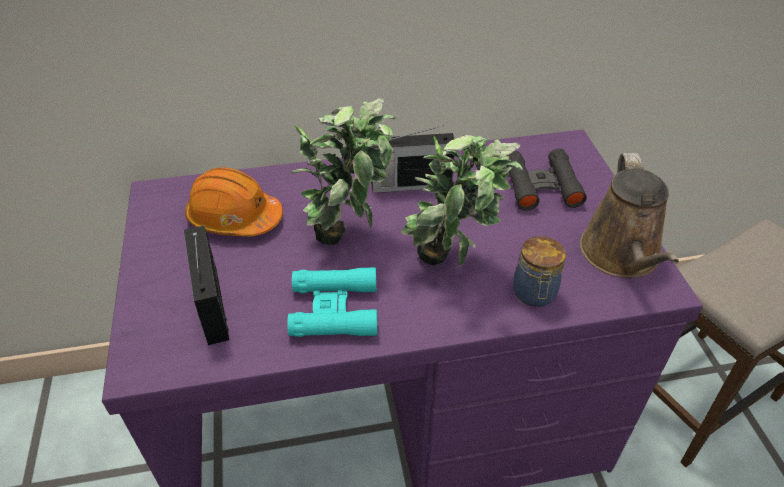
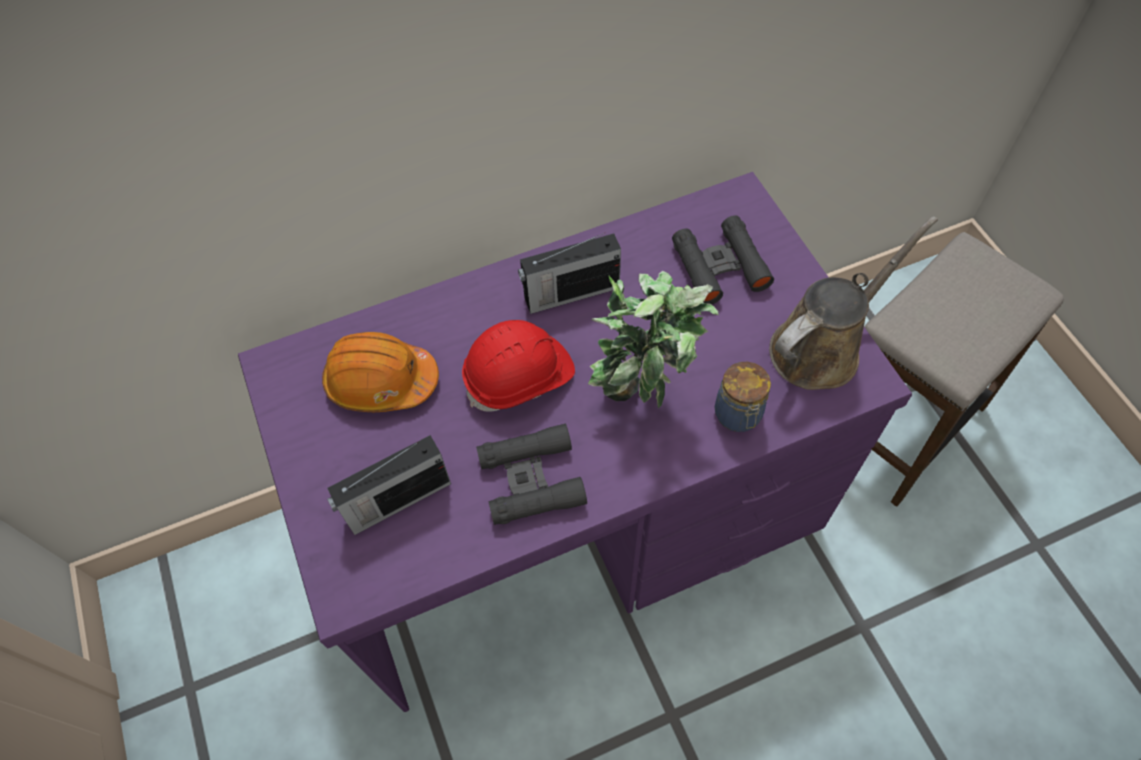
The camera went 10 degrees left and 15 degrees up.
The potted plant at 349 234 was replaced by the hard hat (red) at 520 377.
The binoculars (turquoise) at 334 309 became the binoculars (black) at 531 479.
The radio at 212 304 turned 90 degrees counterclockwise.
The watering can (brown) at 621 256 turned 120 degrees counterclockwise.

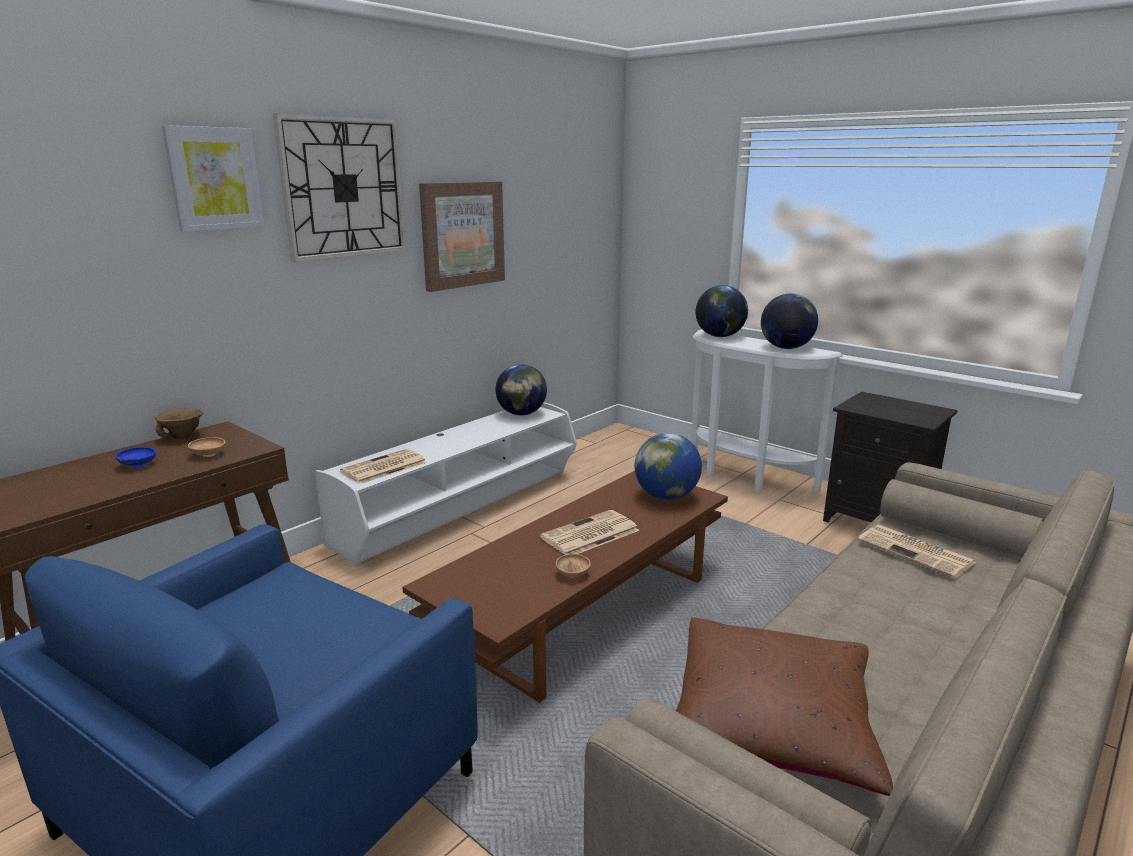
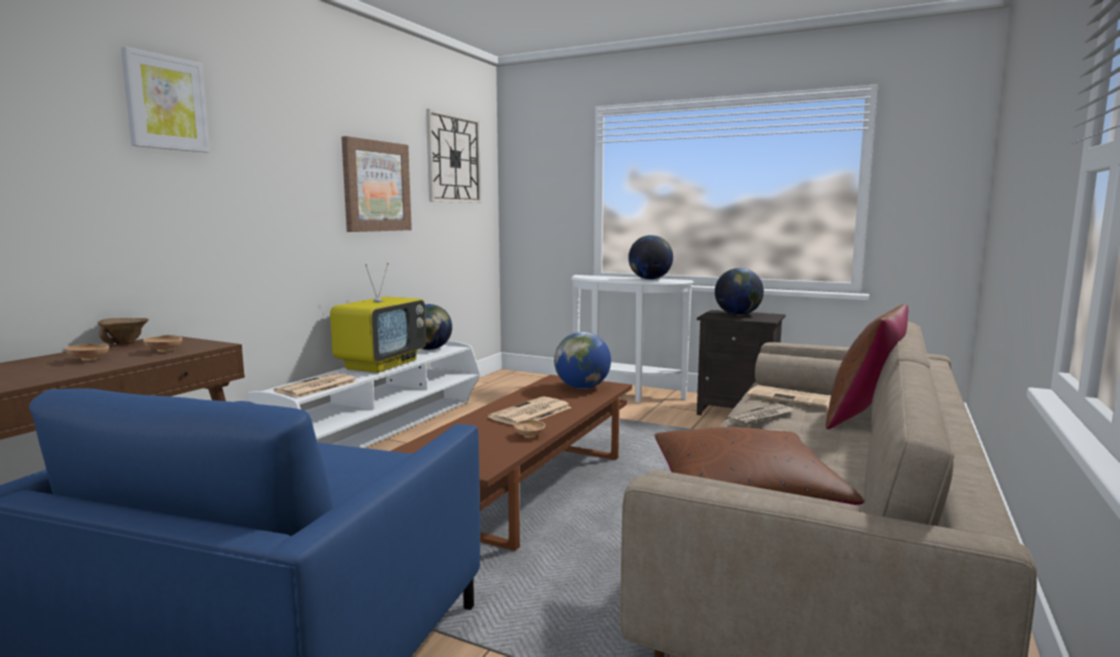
The camera went 15 degrees left and 10 degrees down.
The television at 381 364 appeared.
The newspaper at 761 417 appeared.
The pillow (brown) at 863 417 appeared.
The wall clock moved from 344 188 to 454 159.
The globe moved from 720 336 to 738 314.
The bowl (blue) at 138 465 became the bowl (brown) at 89 359.

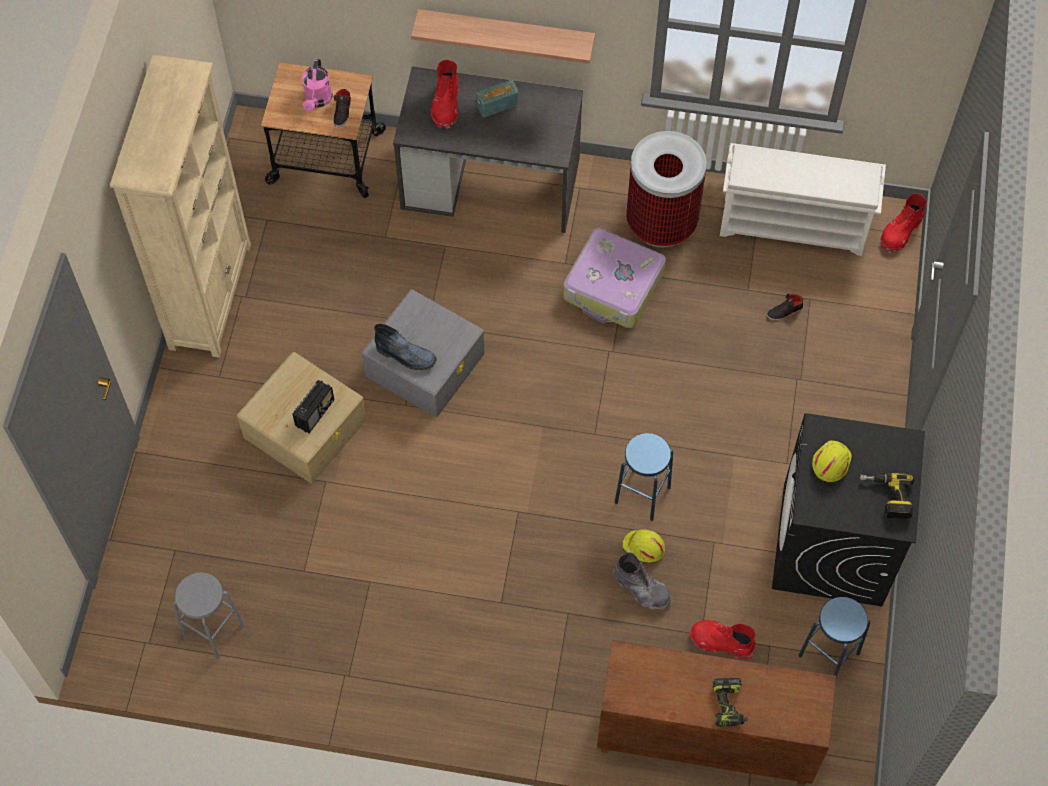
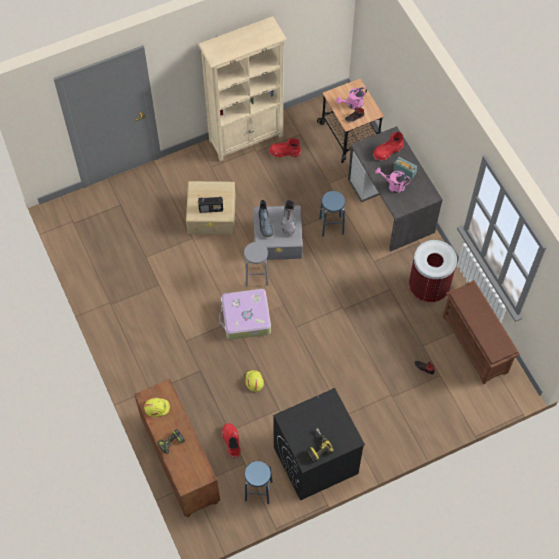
The camera went 55 degrees right and 0 degrees up.
The shelf at 506 33 disappeared.
The watering can (pink) at 393 185 appeared.
The stool (grey) moved from 214 631 to 256 276.
The suitcase moved from 613 287 to 245 318.
The boot (grey) moved from 642 589 to 288 223.
The stool (blue) moved from 642 495 to 331 226.
The hard hat (yellow) moved from 830 462 to 157 407.
The boot (red) moved from 900 232 to 284 152.
The shoe rack (white) at 794 224 became the shoe rack (brown) at 476 344.

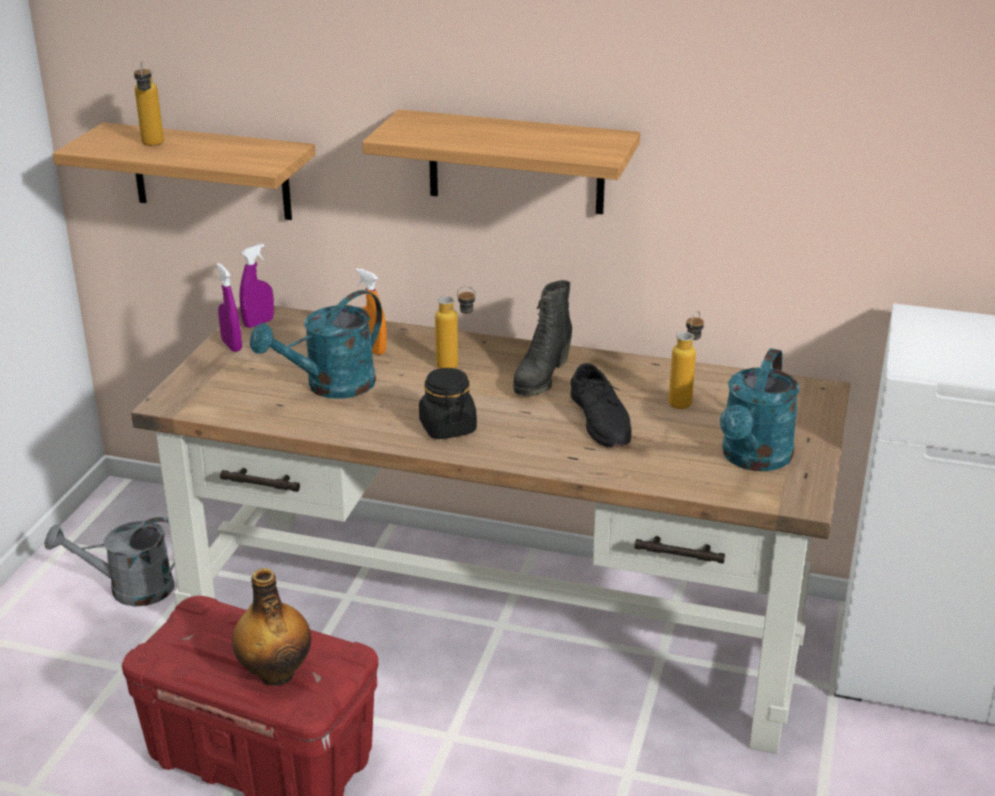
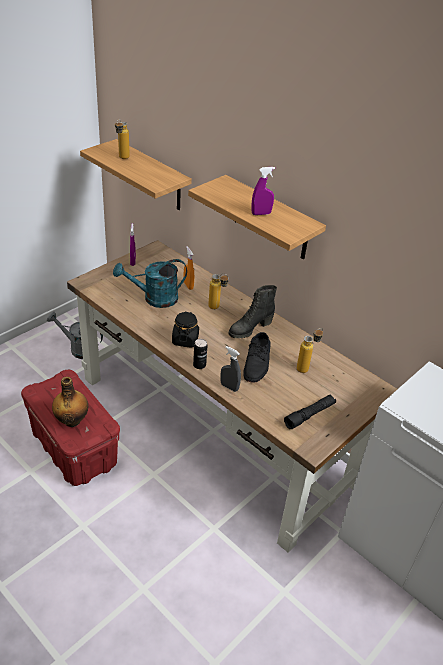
The camera went 25 degrees right and 10 degrees up.
The can at 199 365 appeared.
The spray bottle (grey) at 229 387 appeared.
The spray bottle (purple) moved from 259 323 to 261 214.
The watering can (turquoise) at 753 459 was replaced by the flashlight (black) at 309 415.

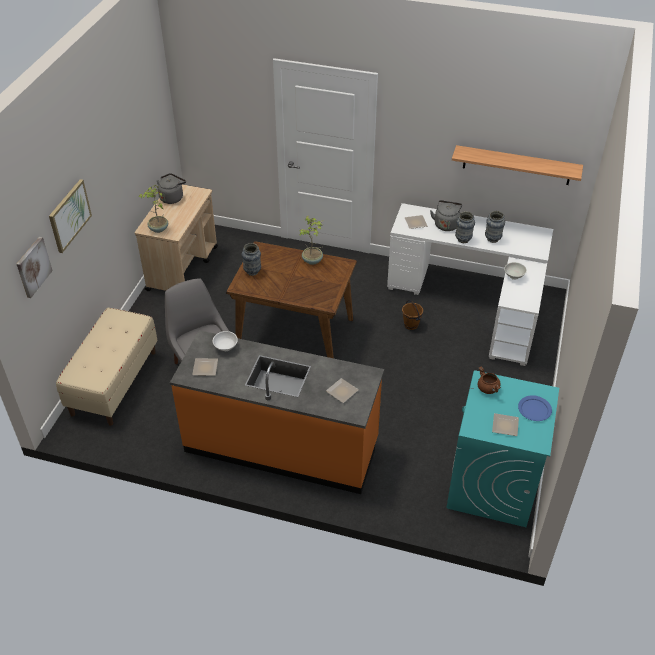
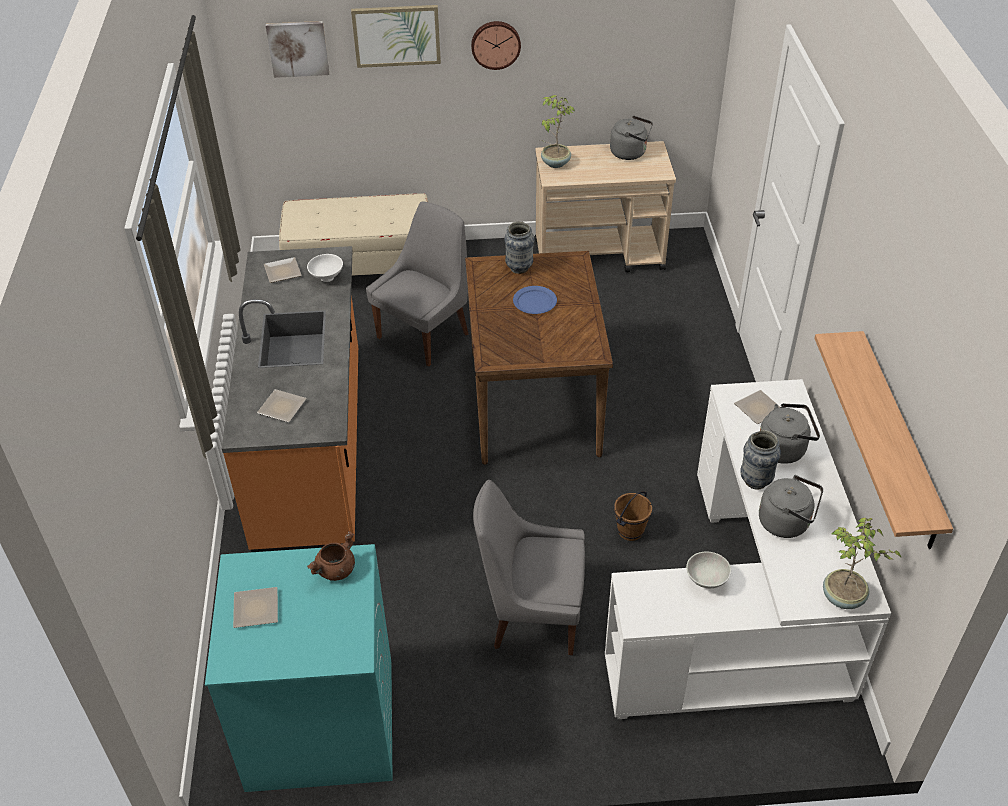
The camera went 70 degrees right and 0 degrees up.
The wall clock at 495 44 appeared.
The chair (grey) at 532 615 appeared.
The potted plant moved from 313 261 to 843 598.
The plate (blue) moved from 534 409 to 534 302.
The vase at 492 239 was replaced by the kettle (grey) at 787 523.

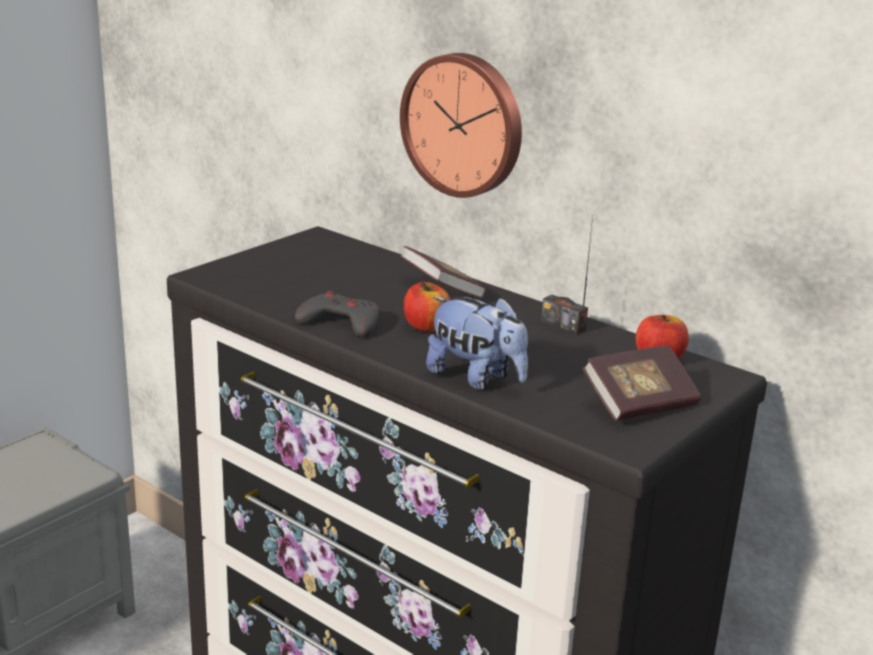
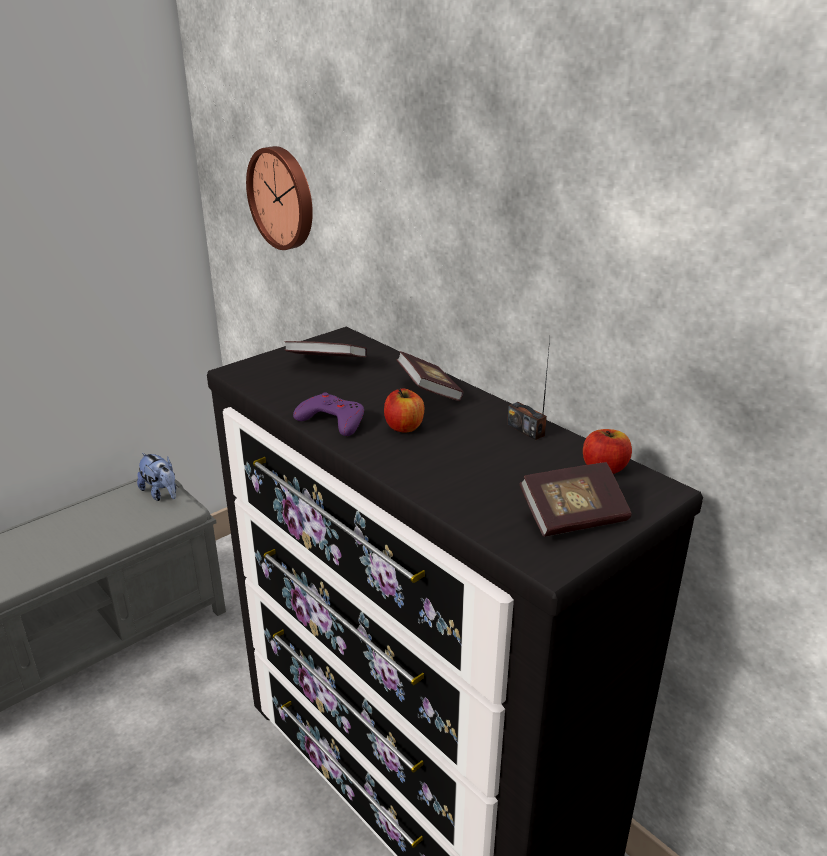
The camera went 10 degrees right and 5 degrees up.
The book at 327 364 appeared.
The wall clock moved from 464 124 to 283 198.
The plush toy moved from 476 378 to 161 493.
The game controller (grey) at 340 322 became the game controller (purple) at 332 420.

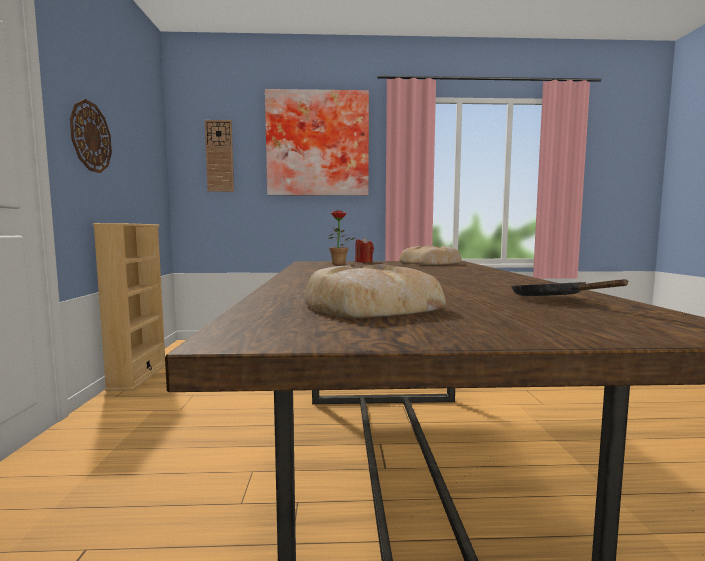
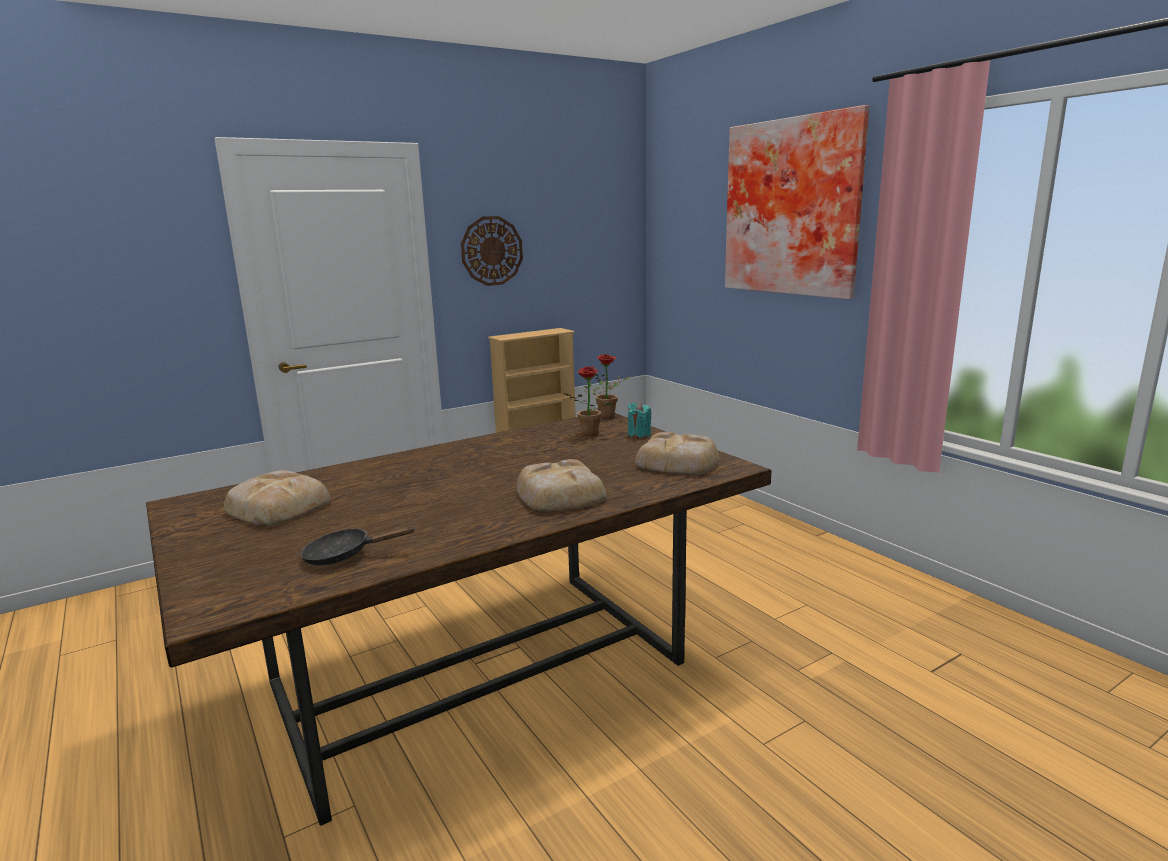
The camera went 60 degrees right and 10 degrees up.
The wall clock at 219 156 disappeared.
The bread at 559 495 appeared.
The potted plant at 610 415 appeared.
The candle (red) at 364 262 became the candle (turquoise) at 639 434.
The frying pan (black) at 553 299 turned 135 degrees counterclockwise.

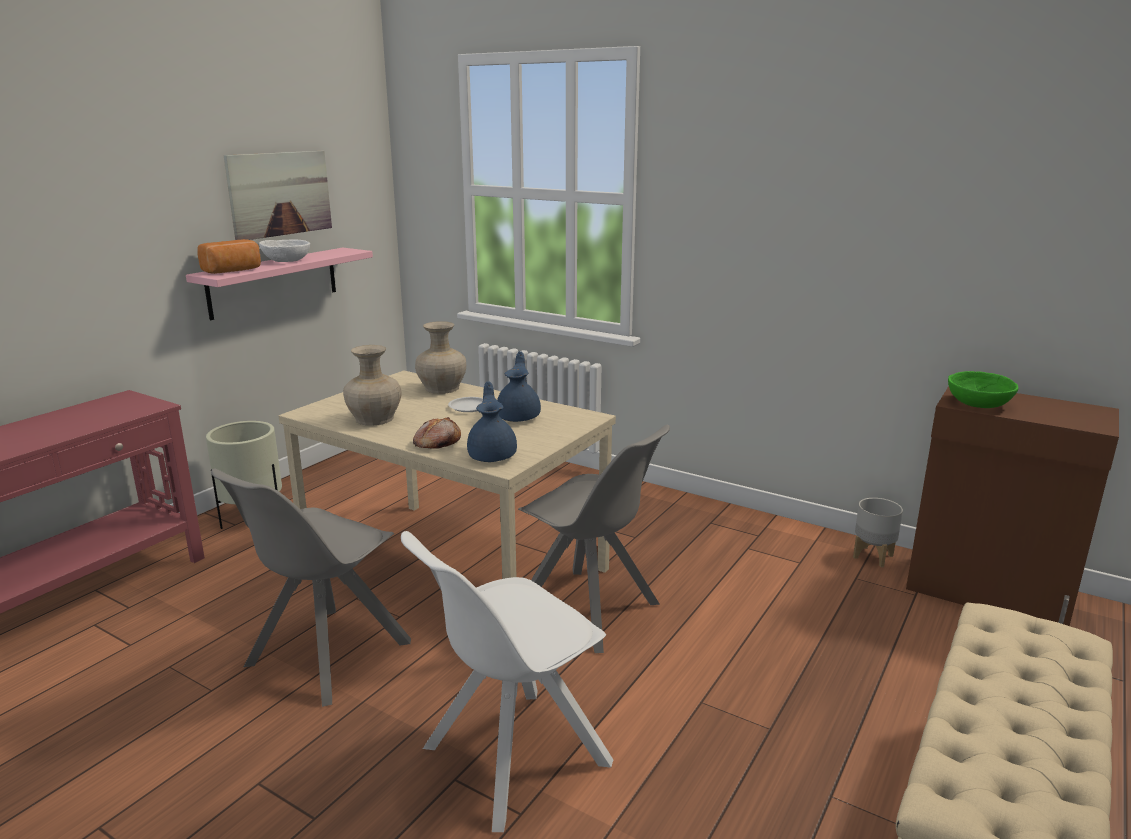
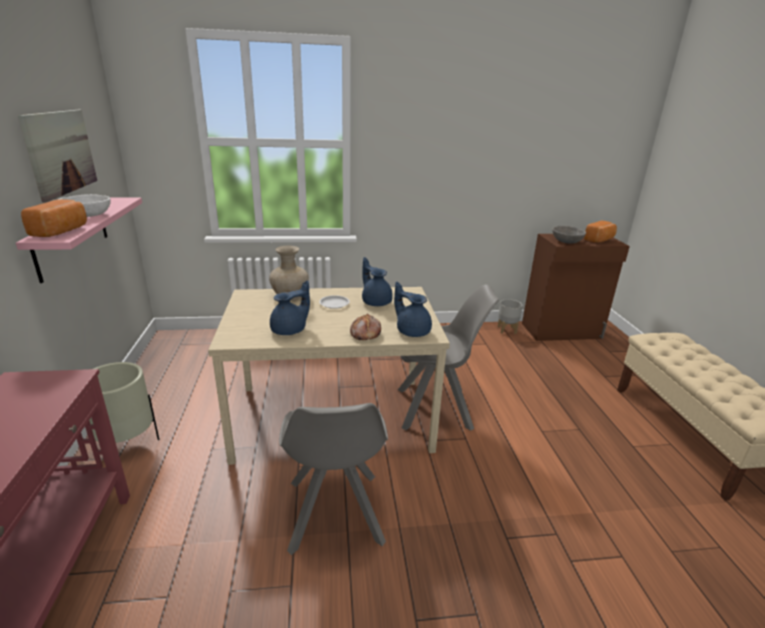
The camera went 40 degrees left and 5 degrees up.
The chair (white) at 511 757 disappeared.
The bread at 599 240 appeared.
The vase (beige) at 375 419 was replaced by the teapot (blue) at 290 330.
The bowl (green) at 979 403 became the bowl (grey) at 566 241.

